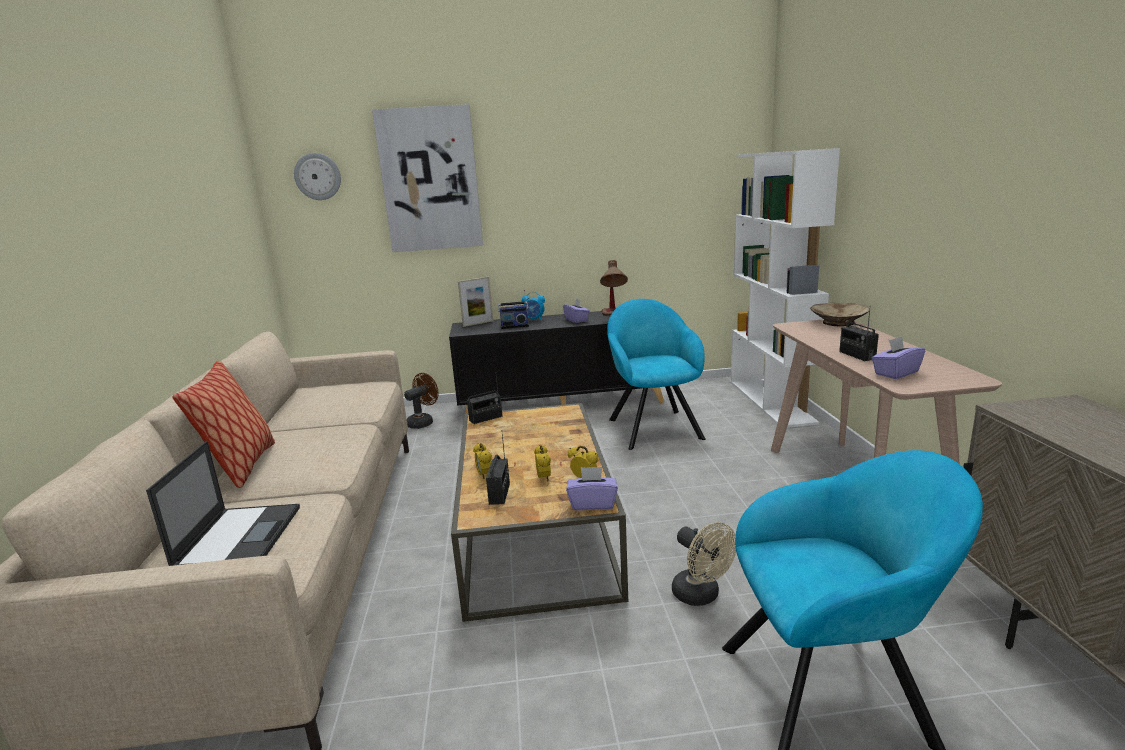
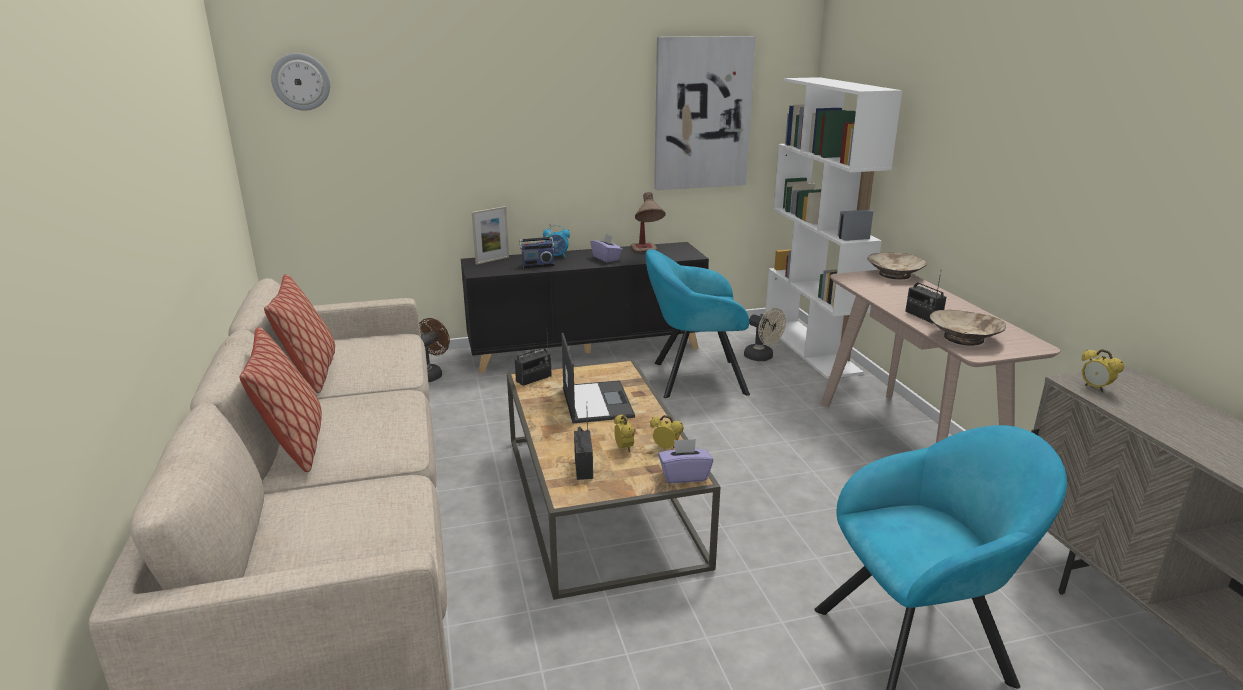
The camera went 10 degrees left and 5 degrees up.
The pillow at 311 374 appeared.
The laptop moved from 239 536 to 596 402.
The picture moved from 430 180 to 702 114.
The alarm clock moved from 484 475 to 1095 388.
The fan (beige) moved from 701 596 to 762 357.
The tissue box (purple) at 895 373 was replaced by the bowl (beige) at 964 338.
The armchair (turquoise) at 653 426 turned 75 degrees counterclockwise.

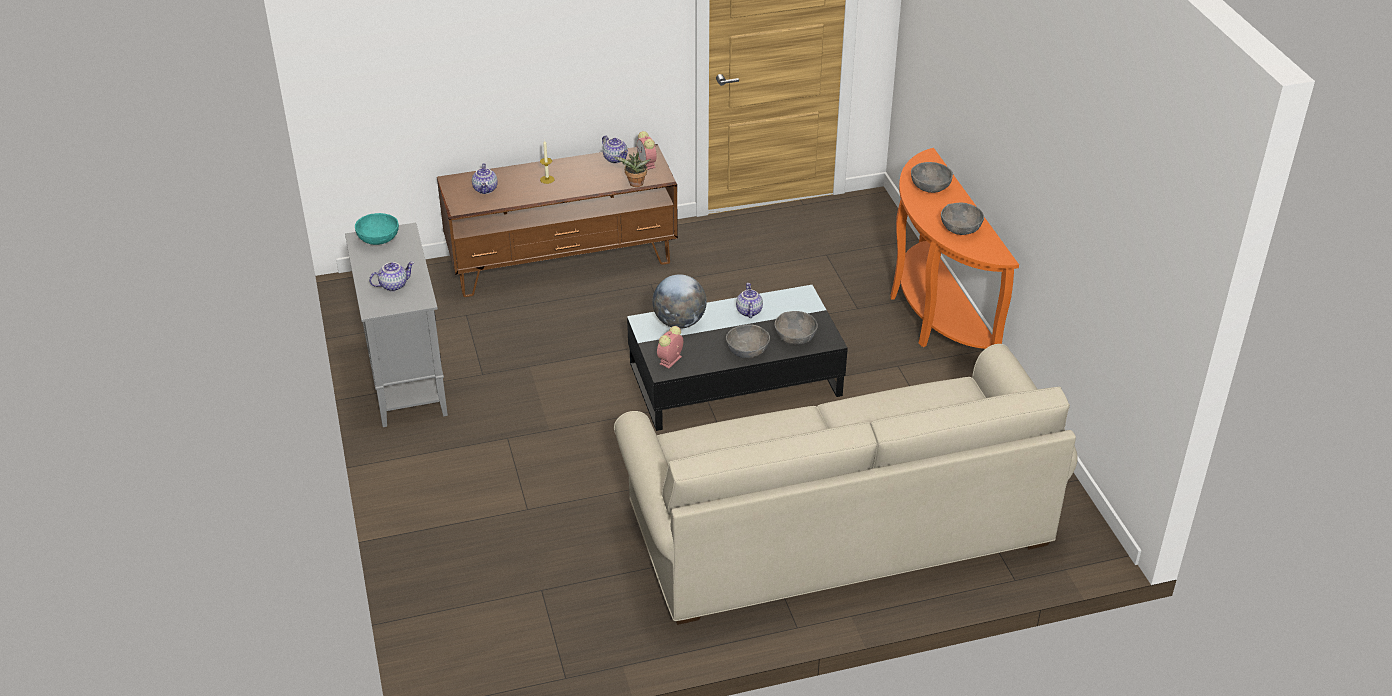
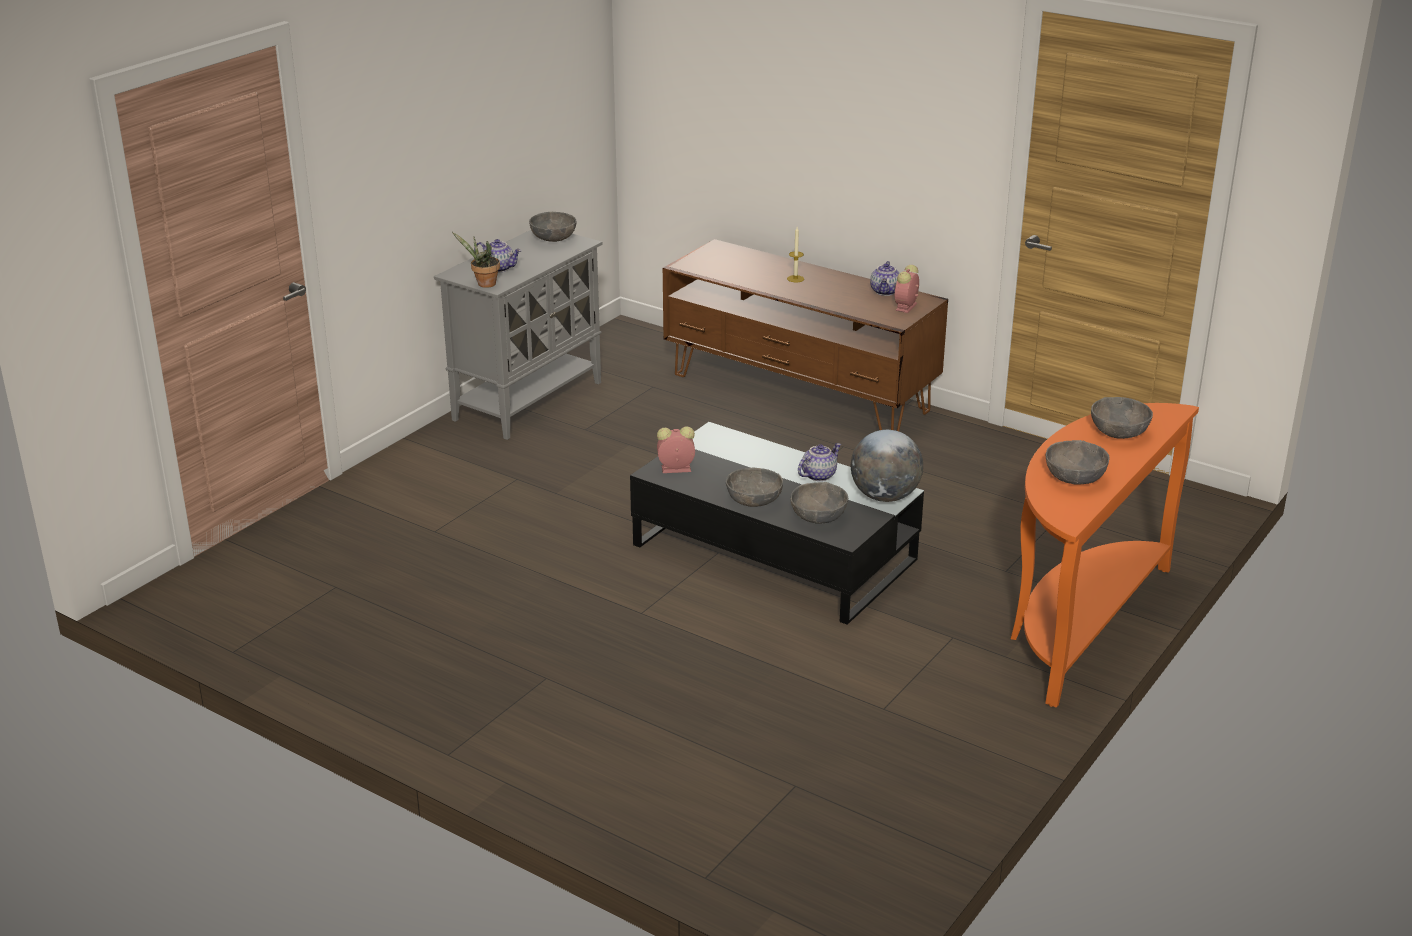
The camera went 50 degrees right and 10 degrees down.
The teapot at 486 189 disappeared.
The sofa (beige) at 838 527 disappeared.
The potted plant moved from 635 184 to 483 284.
The globe moved from 679 322 to 884 497.
The bowl (turquoise) at 378 239 became the bowl (grey) at 553 238.

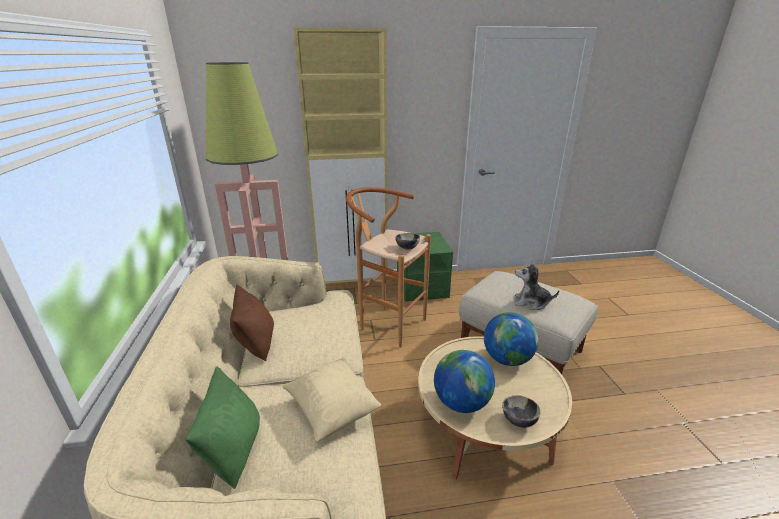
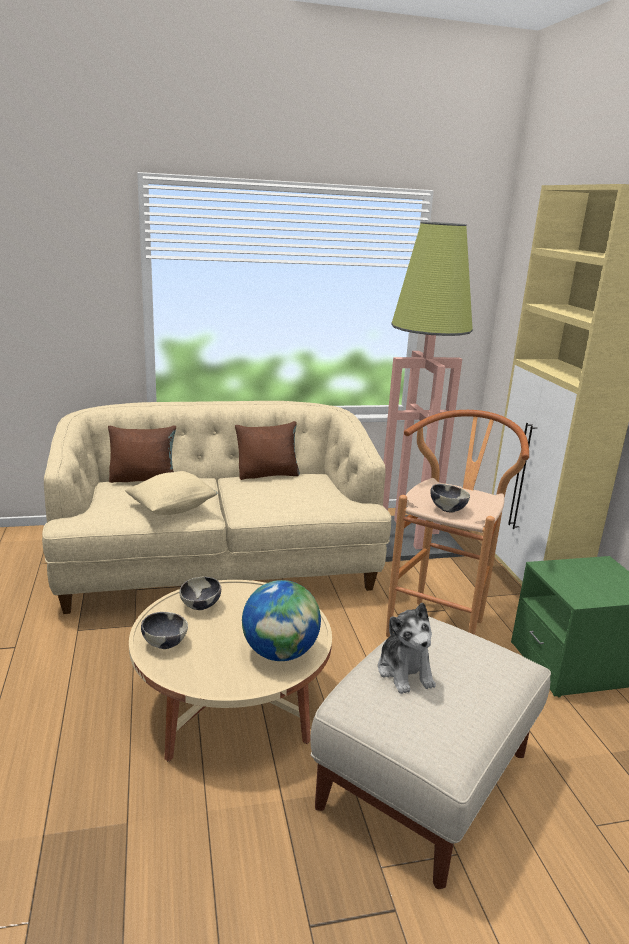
The camera went 85 degrees right and 5 degrees down.
The globe at 461 402 was replaced by the bowl at 201 606.
The pillow (green) at 234 449 became the pillow (brown) at 143 479.
The plush toy at 531 302 turned 150 degrees clockwise.

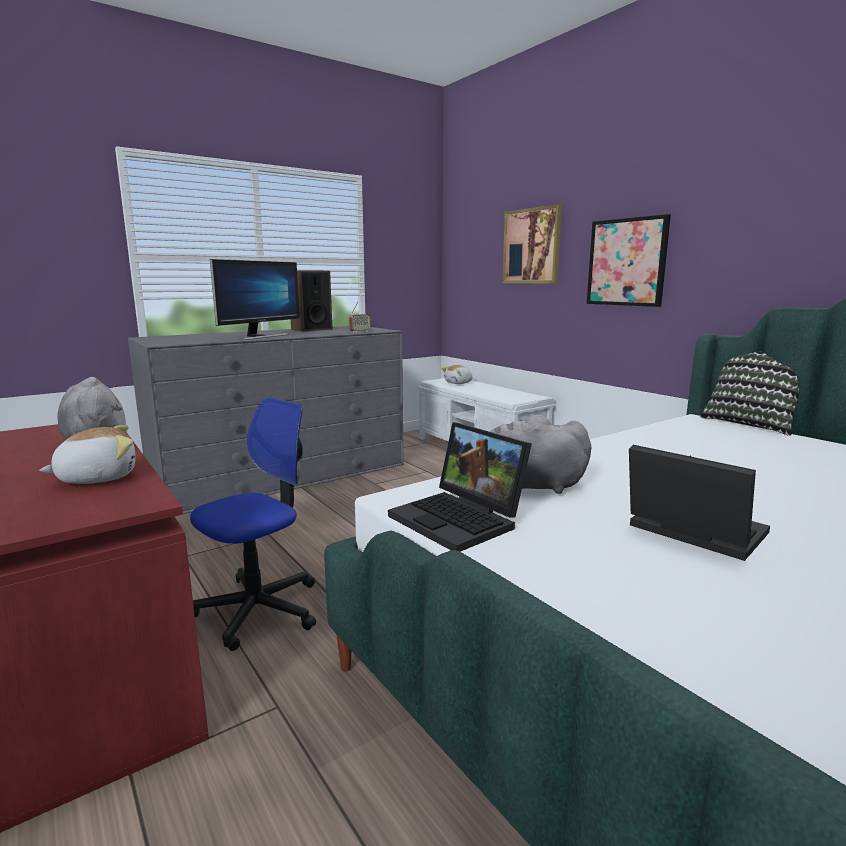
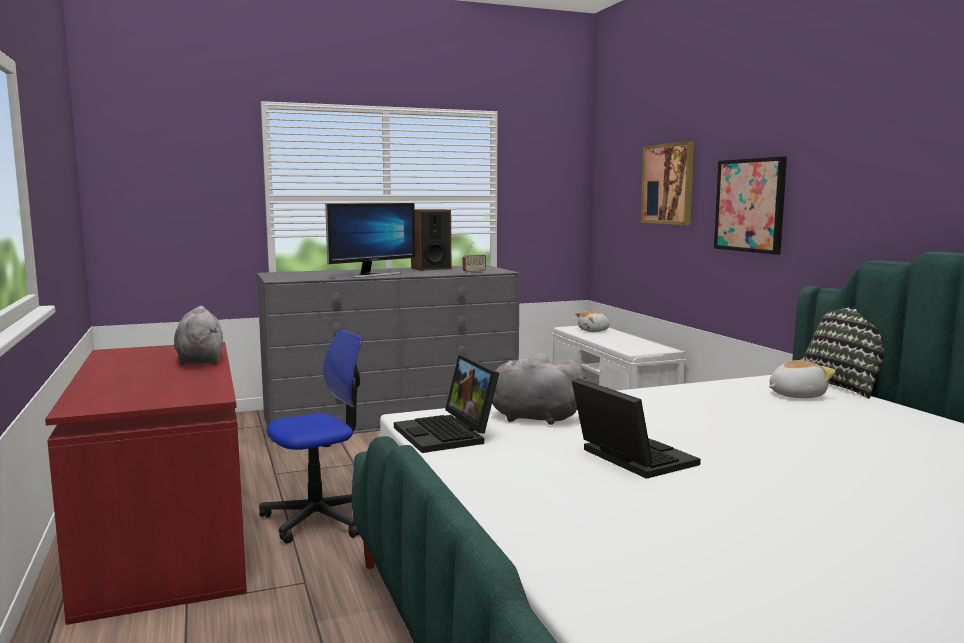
The camera went 15 degrees right and 5 degrees down.
The plush toy moved from 97 477 to 795 395.

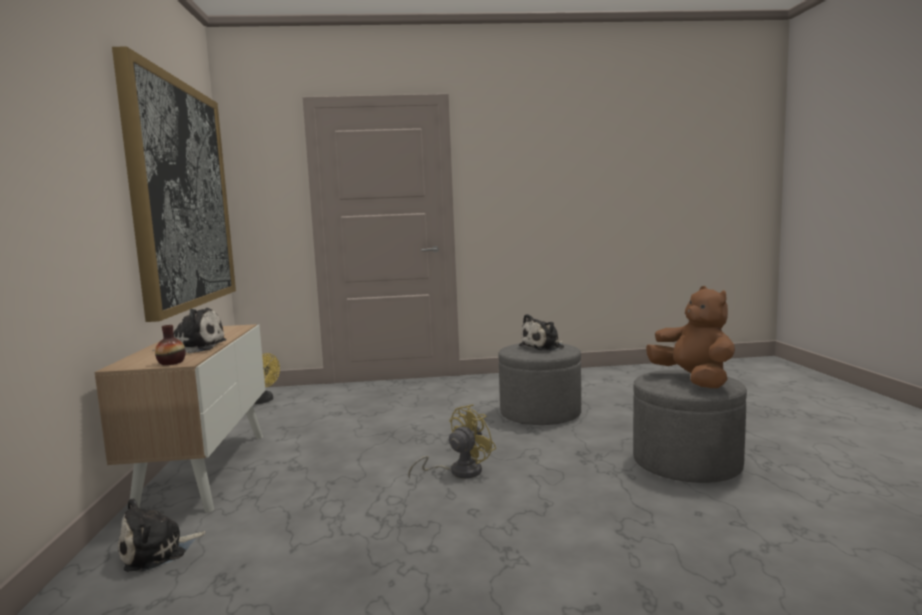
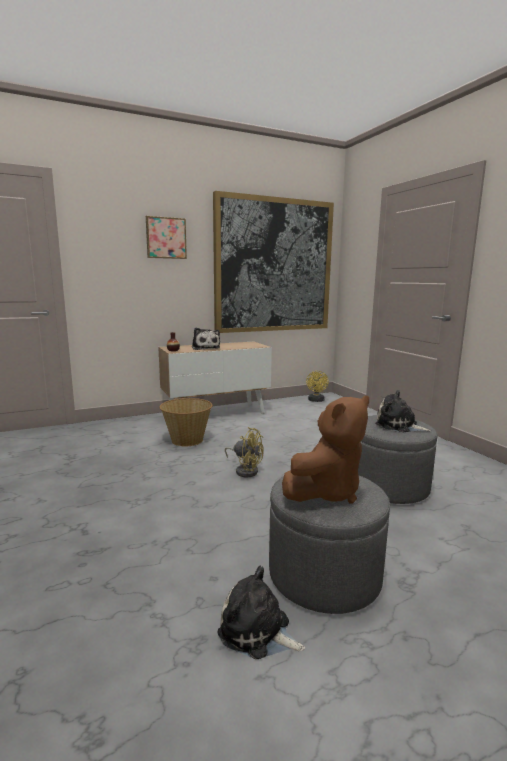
The camera went 70 degrees right and 5 degrees up.
The picture at 166 238 appeared.
The basket at 187 440 appeared.
The plush toy moved from 157 552 to 257 631.

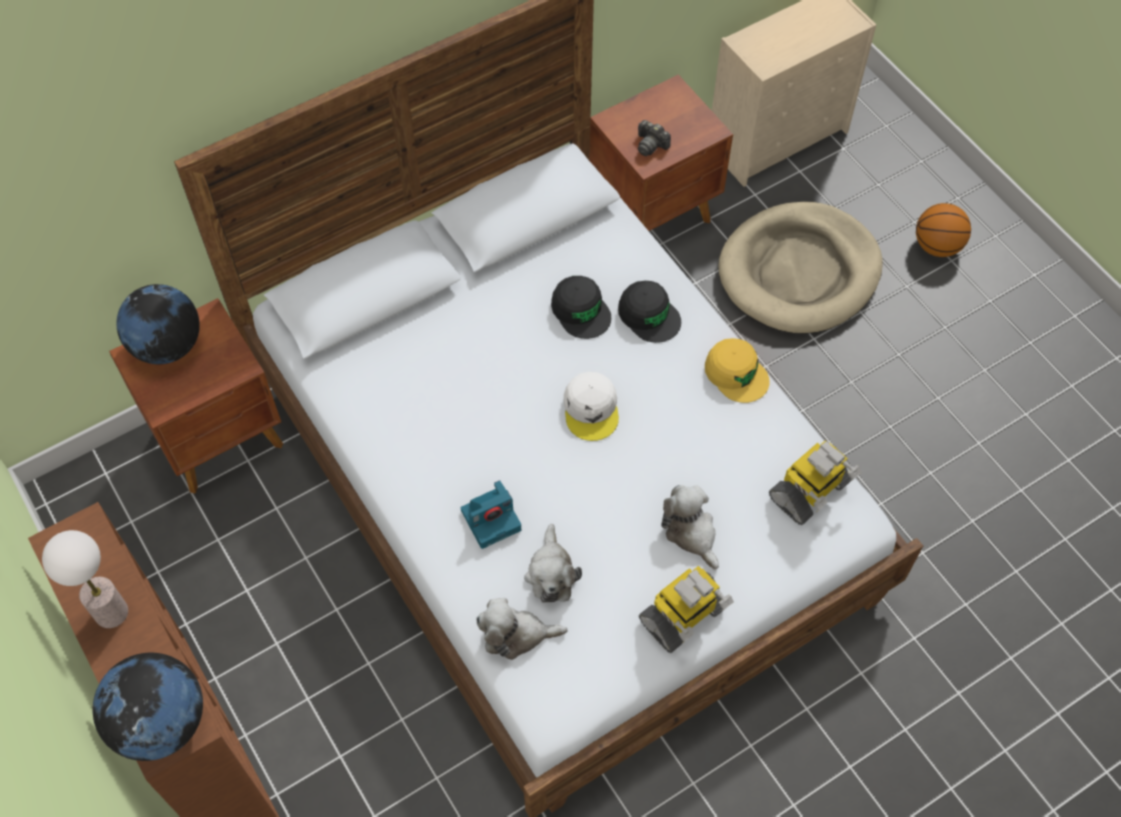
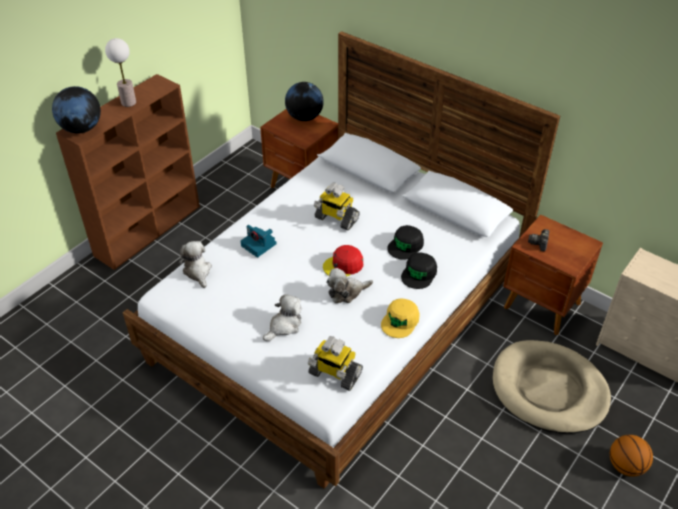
The camera went 70 degrees right and 15 degrees down.
The plush toy moved from 551 573 to 346 292.
The toy robot moved from 683 616 to 336 219.
The cap (white) at 591 409 became the cap (red) at 343 265.

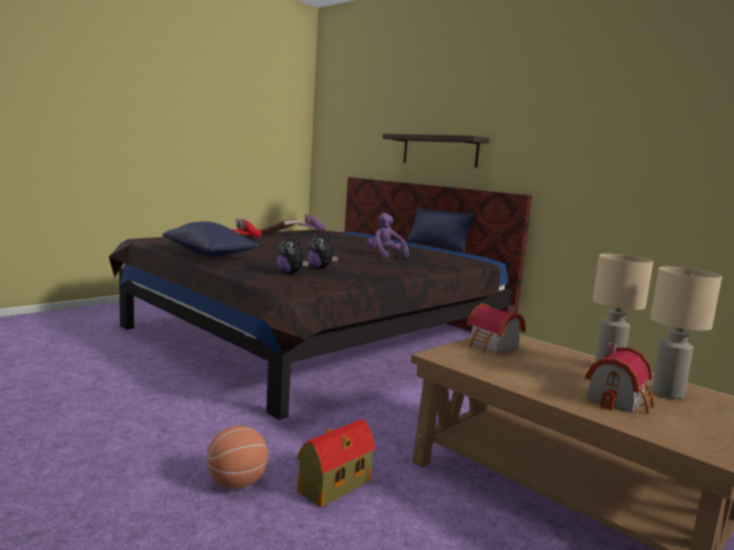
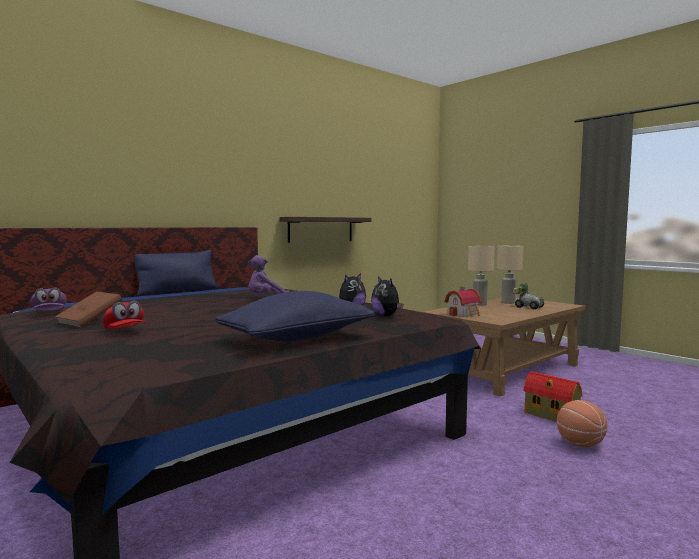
The camera went 85 degrees left and 5 degrees down.
The shelf moved from 439 150 to 321 229.
The toy house at 619 400 was replaced by the toy car at 528 307.
The plush toy at 291 273 turned 105 degrees clockwise.

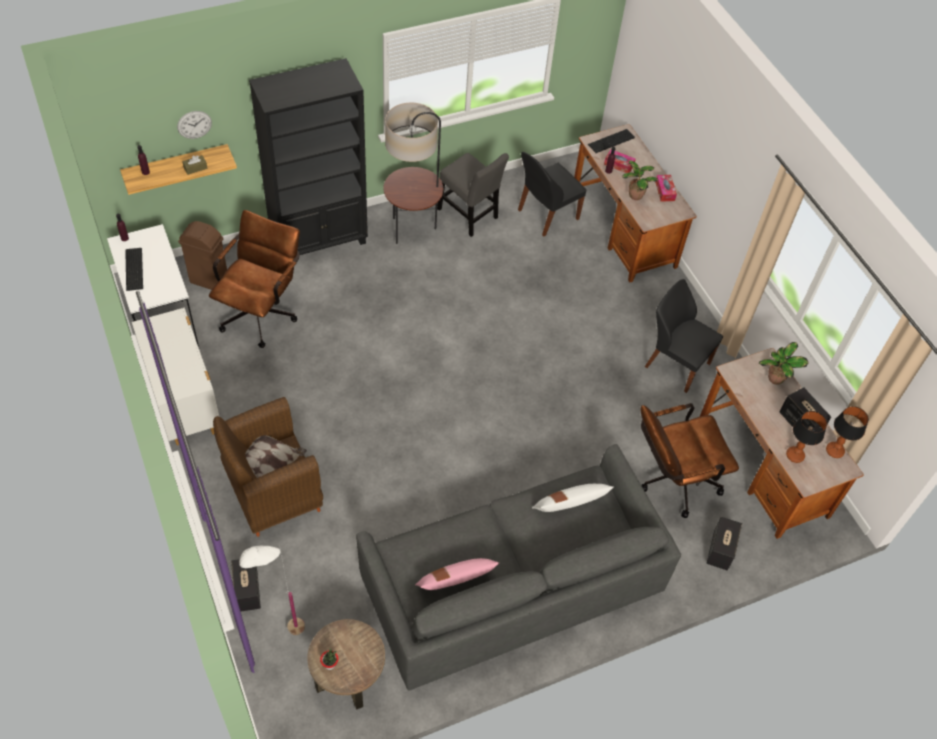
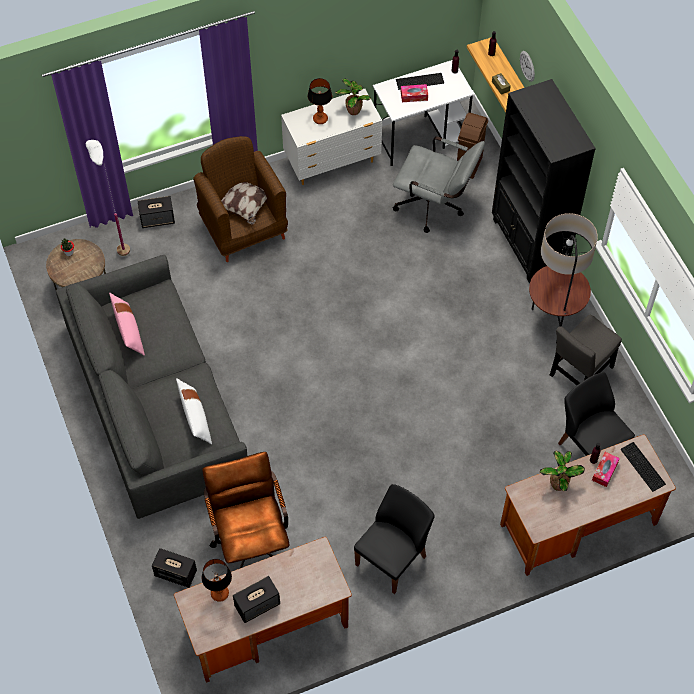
The camera went 95 degrees right and 5 degrees up.
The tissue box moved from 664 191 to 414 96.
The potted plant moved from 775 379 to 353 110.
The table lamp moved from 834 451 to 320 119.
The office chair (brown) at 261 312 became the office chair (grey) at 435 206.

